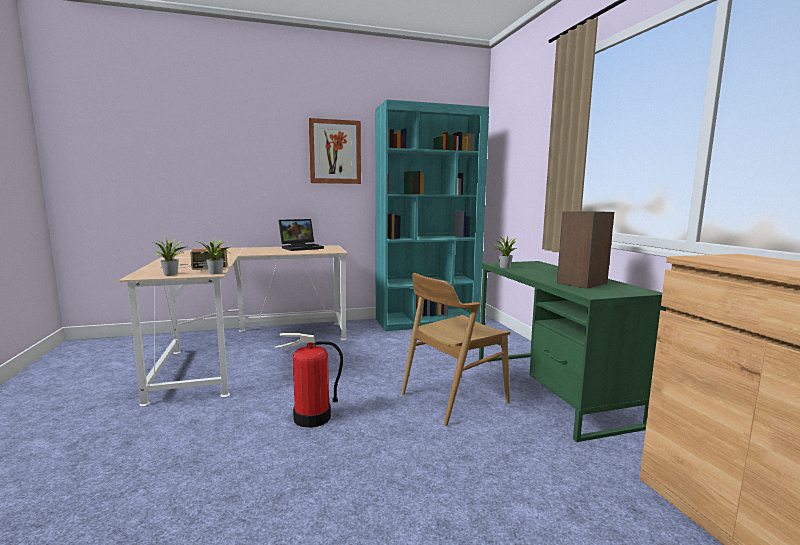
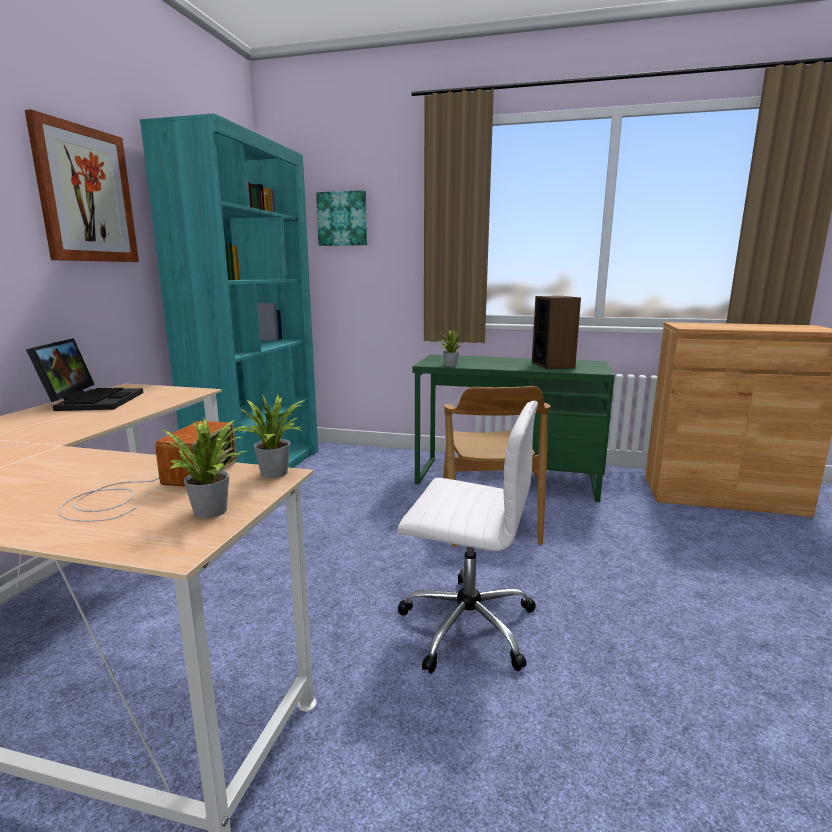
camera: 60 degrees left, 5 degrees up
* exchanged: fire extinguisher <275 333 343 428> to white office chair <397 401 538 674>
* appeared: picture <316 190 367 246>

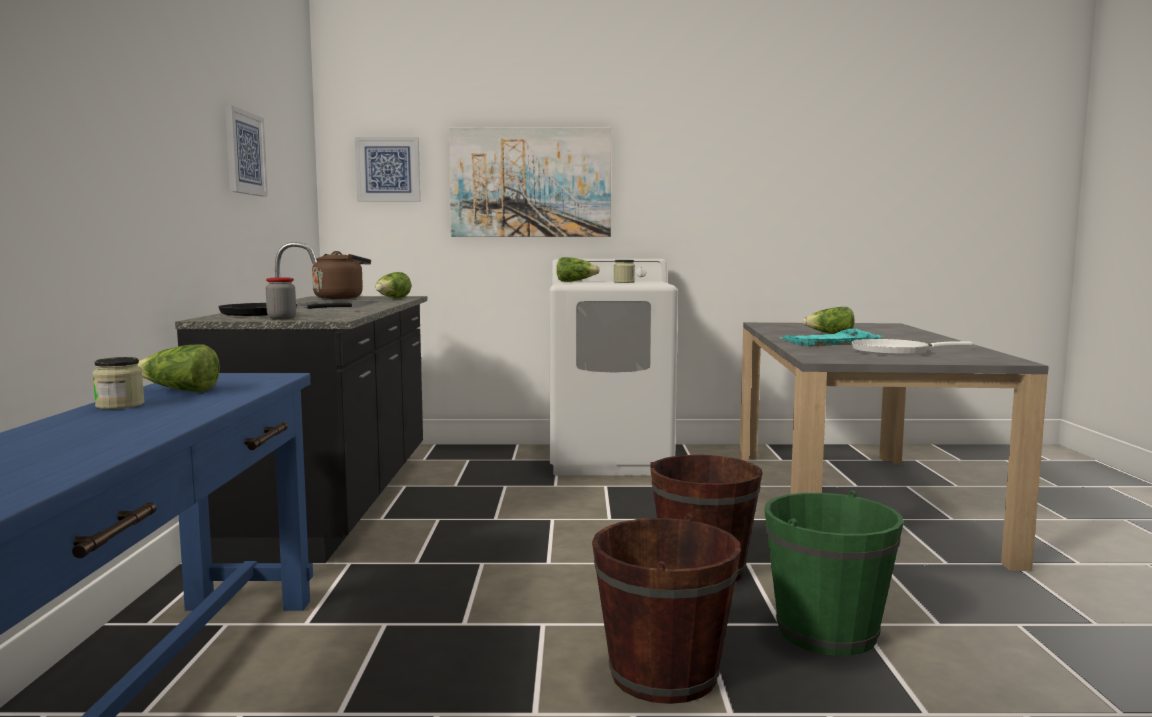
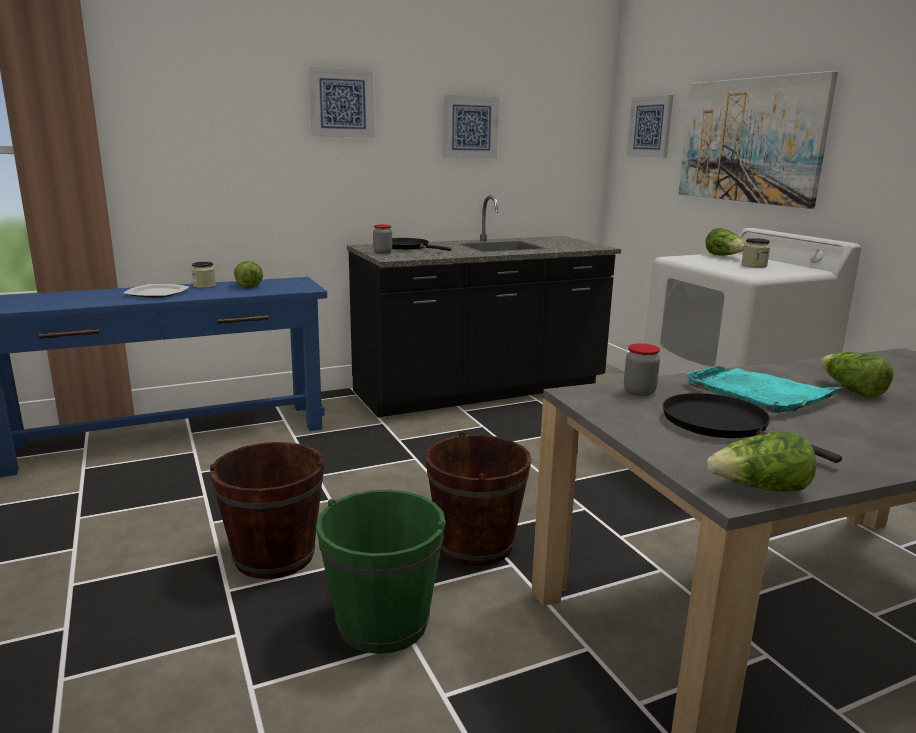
camera: 65 degrees right, 10 degrees up
* missing: brown kettle <312 251 371 299>
* relocated: lettuce <375 272 411 298> to <707 432 816 491>
* colour: white frying pan <852 339 973 355> to black frying pan <663 393 842 463>
* appeared: picture <309 67 374 138>
* appeared: plate <123 284 189 298>
* appeared: jar <624 343 660 396>

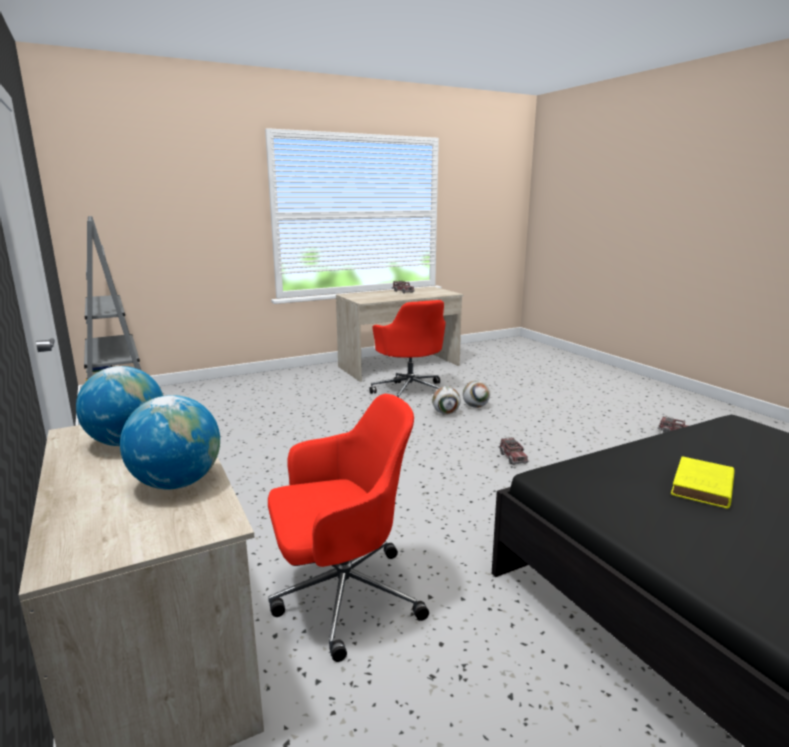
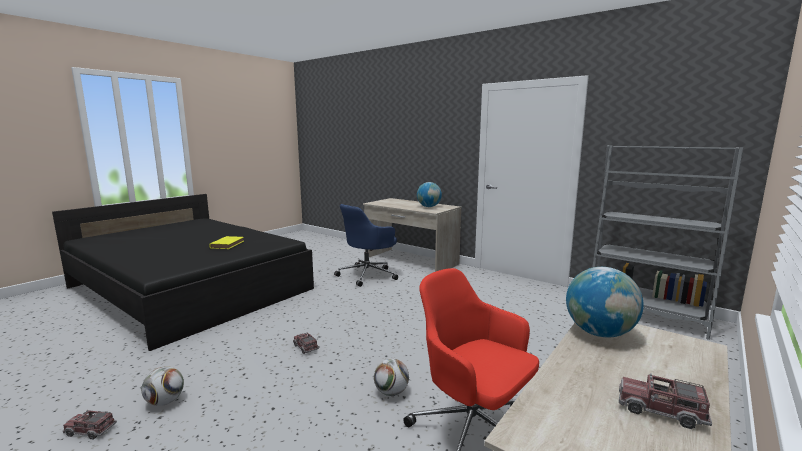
camera: 155 degrees right, 5 degrees down
* relocated: football <463 380 490 408> to <141 366 184 406>
* colour: red office chair <268 394 429 662> to blue office chair <334 204 398 287>
* relocated: globe <120 395 220 489> to <566 267 644 337>

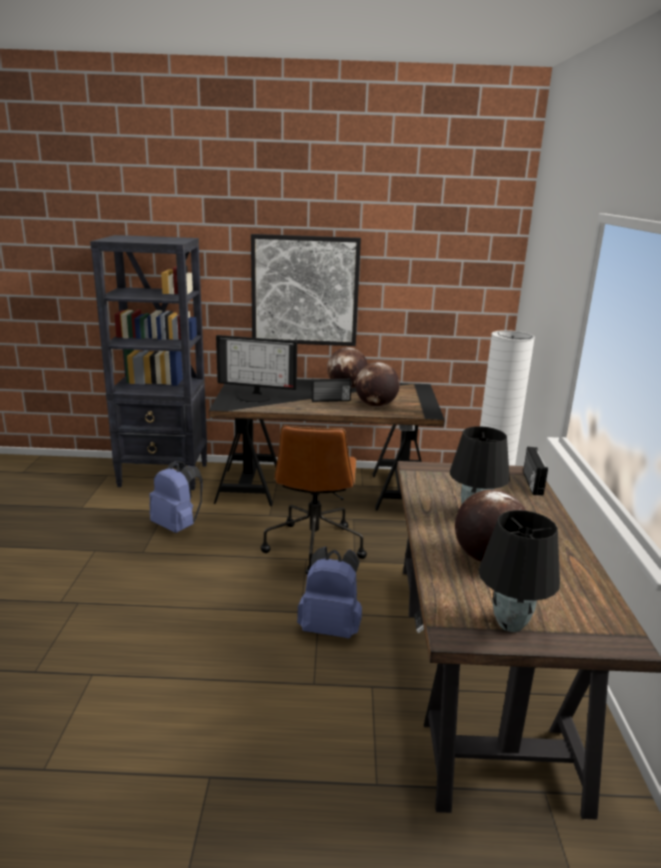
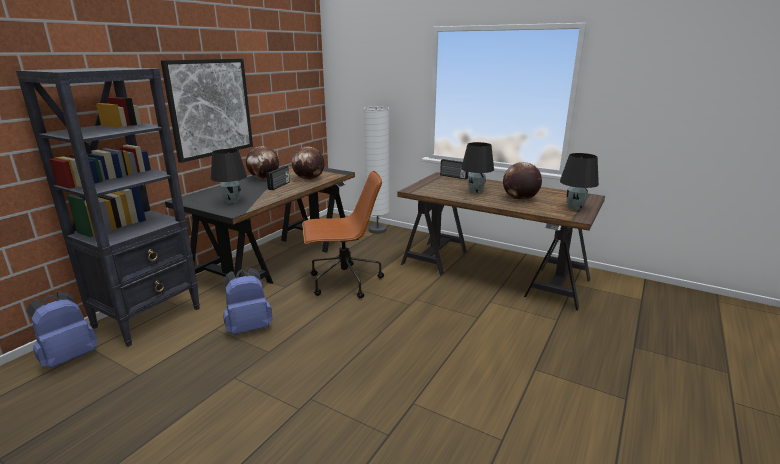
camera: 60 degrees left, 0 degrees up
* exchanged: monitor <216 335 297 403> to black table lamp <211 149 247 204>
* spun: brown office chair <261 426 367 575> = <302 171 384 298> 45 degrees counterclockwise
* relocated: blue backpack <297 546 362 638> to <26 292 98 368>

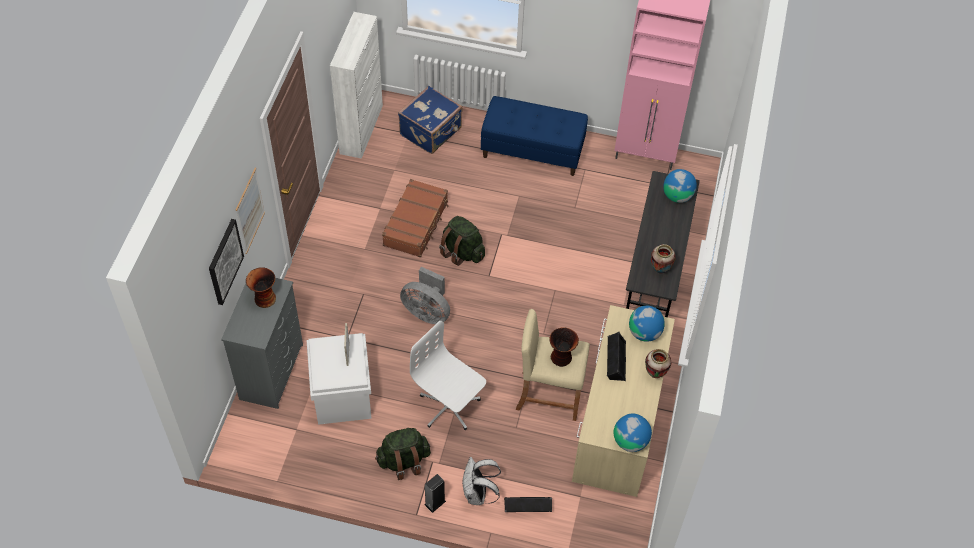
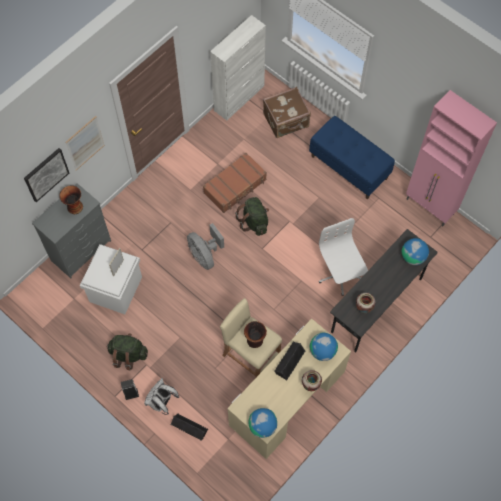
camera: 30 degrees right, 10 degrees up
* colour: blue suitcase <398 86 462 154> to brown suitcase <263 87 311 138>
* relocated: white office chair <410 321 486 430> to <319 218 368 296>

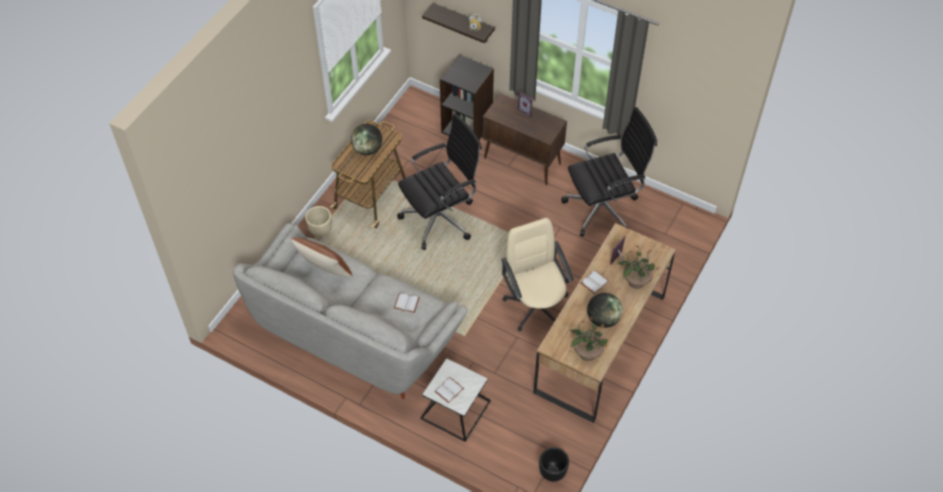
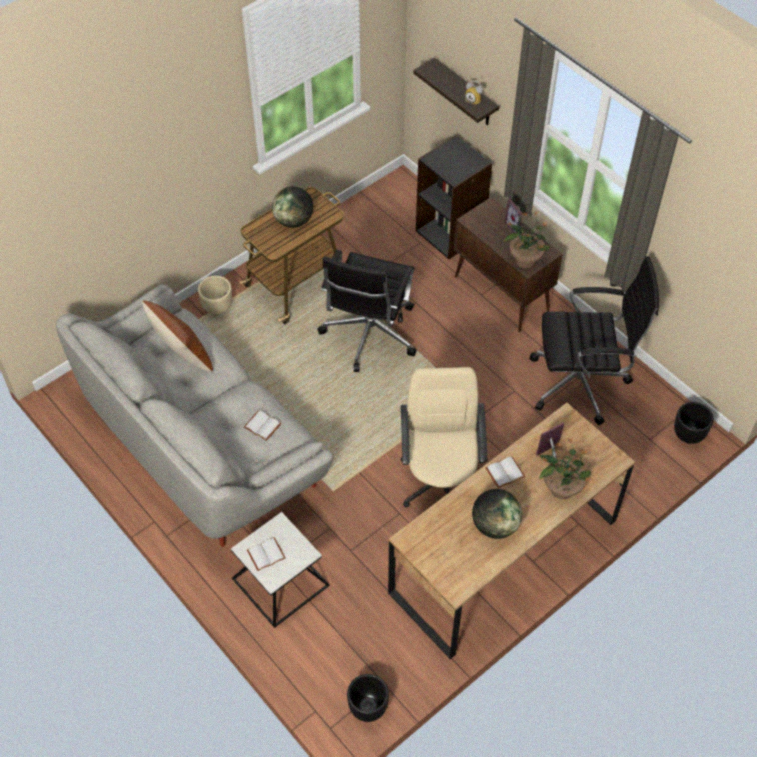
camera: 20 degrees right, 0 degrees up
* spun: black office chair <397 113 482 250> = <317 250 417 372> 120 degrees clockwise
* relocated: potted plant <570 316 609 361> to <504 211 550 268>
* appeared: black planter <674 402 714 444>

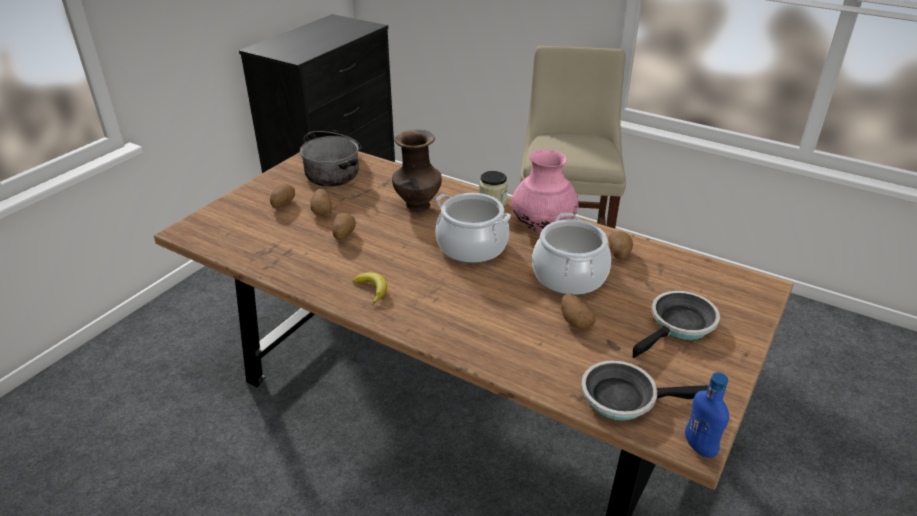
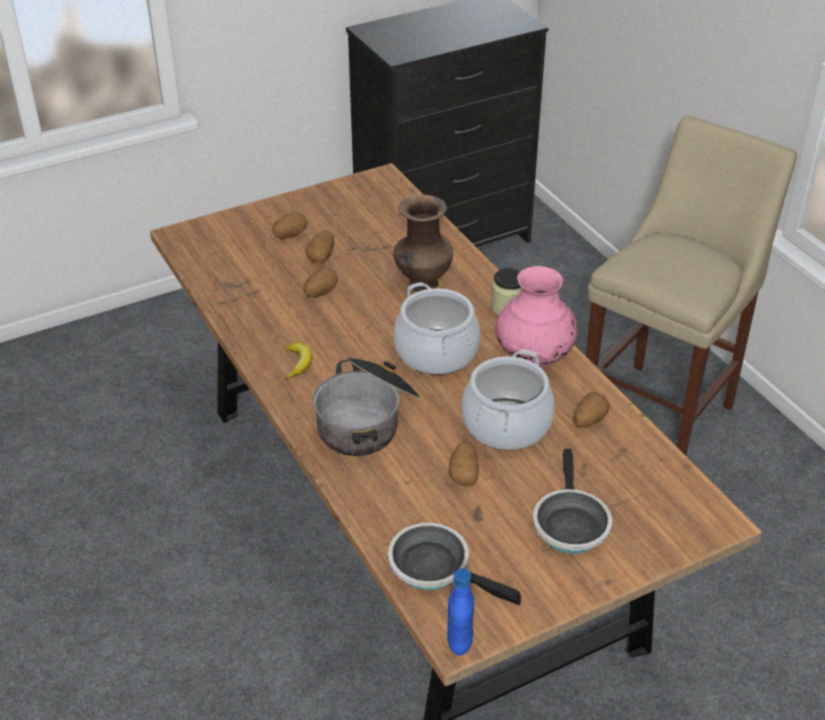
camera: 30 degrees right, 5 degrees up
* relocated: cooking pot <300 130 361 187> to <313 358 419 456>
* spun: frying pan <633 291 720 358> = <533 449 612 554> 105 degrees clockwise

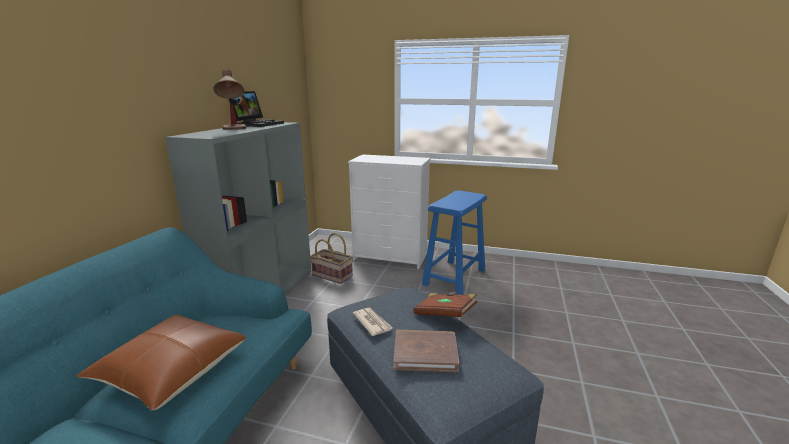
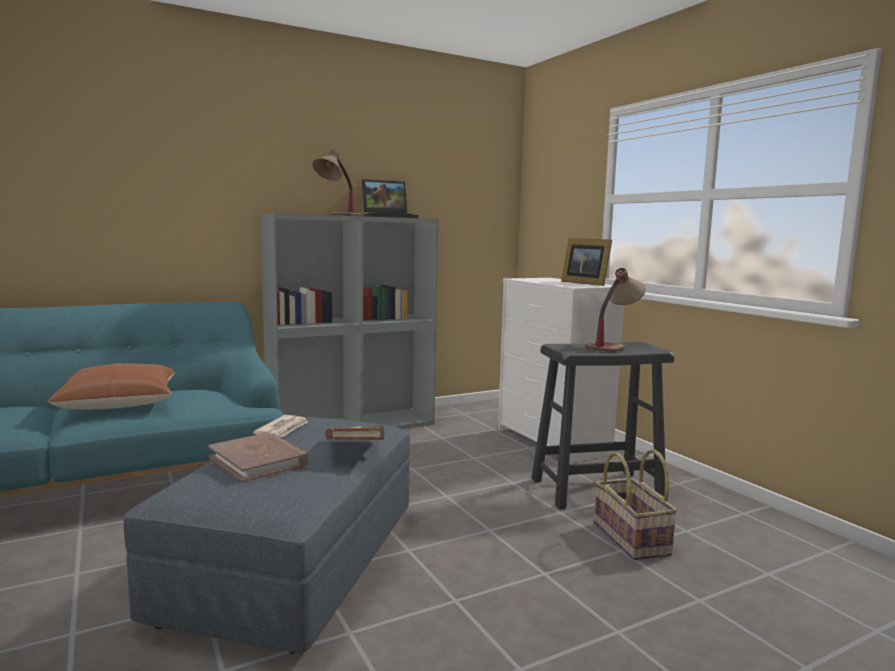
camera: 45 degrees right, 10 degrees down
* colour: blue stool <422 190 487 295> to black stool <531 342 675 510>
* relocated: basket <310 233 353 284> to <594 449 678 560>
* appeared: picture frame <561 238 612 286>
* appeared: table lamp <586 268 646 352>

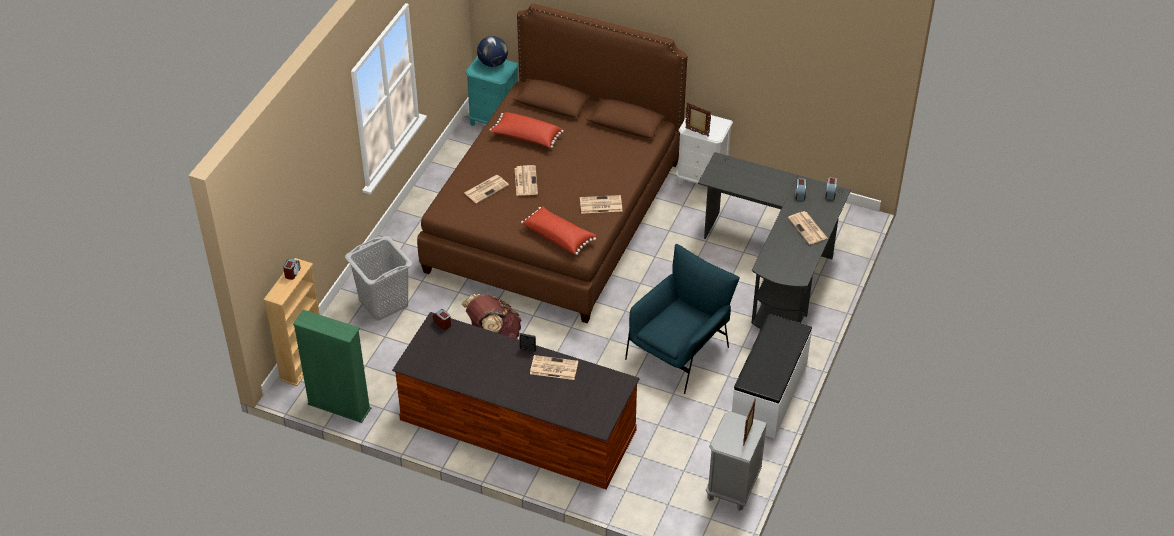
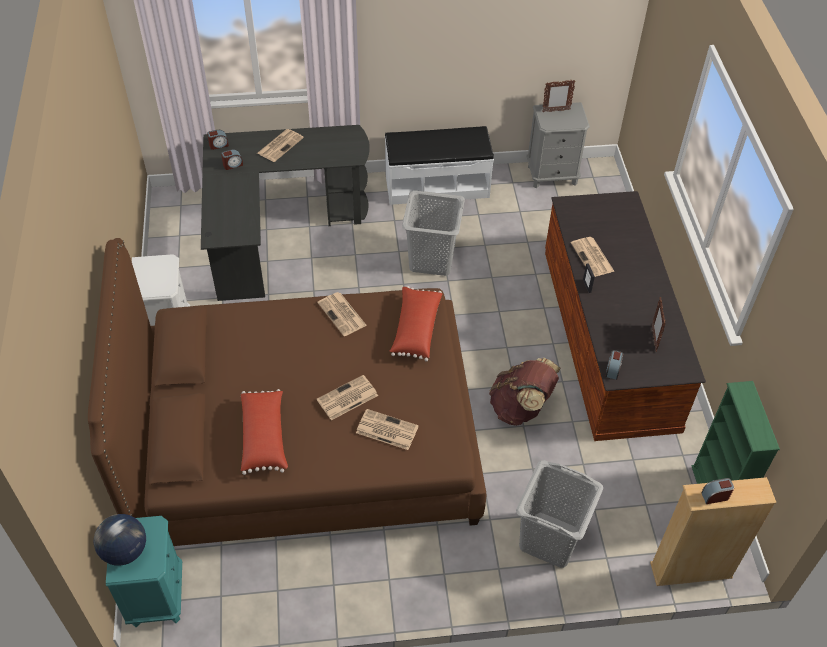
camera: 120 degrees left, 5 degrees up
* relocated: picture frame <685 103 711 137> to <652 297 666 352>
* exchanged: blue armchair <625 244 740 394> to grey laundry basket <402 190 465 276>

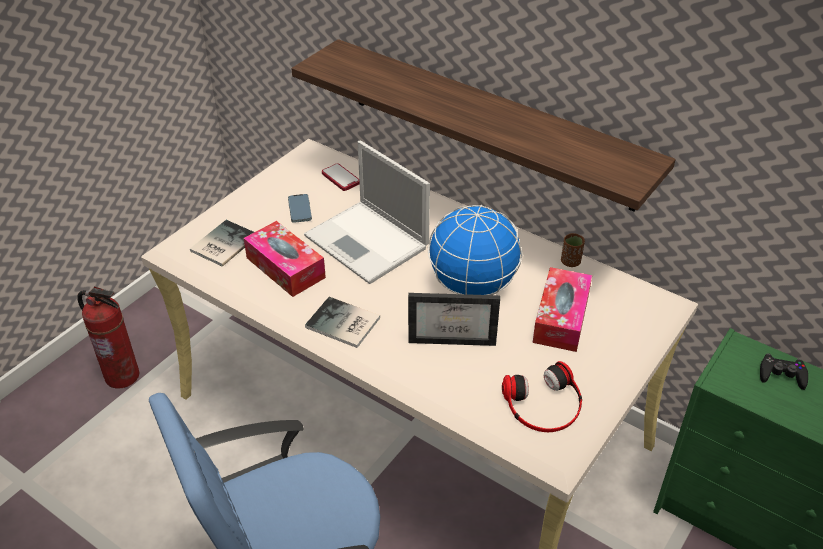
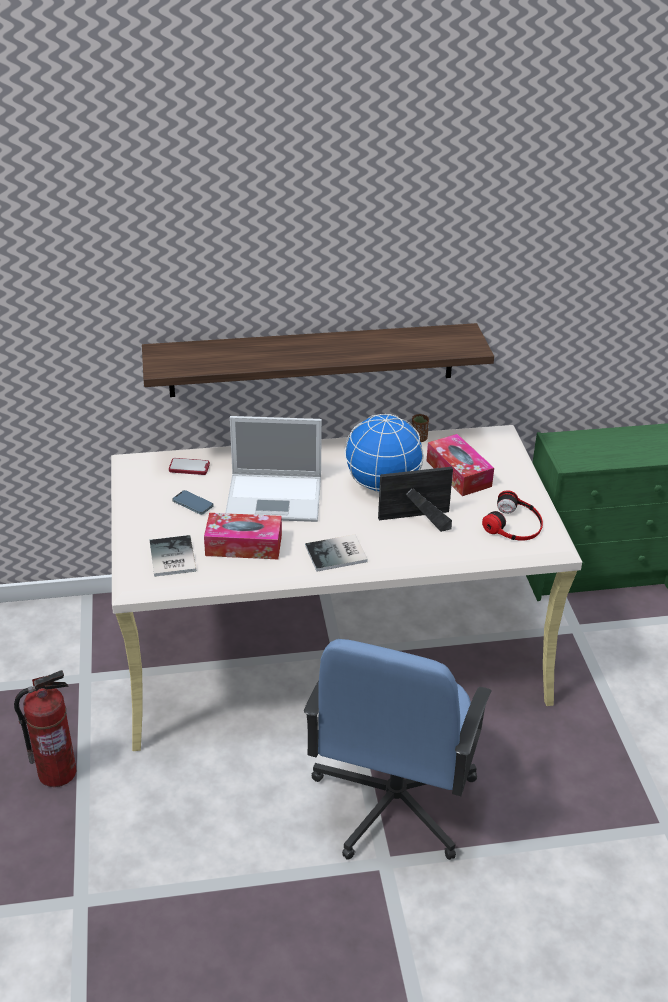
camera: 45 degrees left, 5 degrees down
* spun: picture frame <408 293 500 346> = <378 467 453 532> 150 degrees counterclockwise
* missing: black game controller <760 353 808 390>

